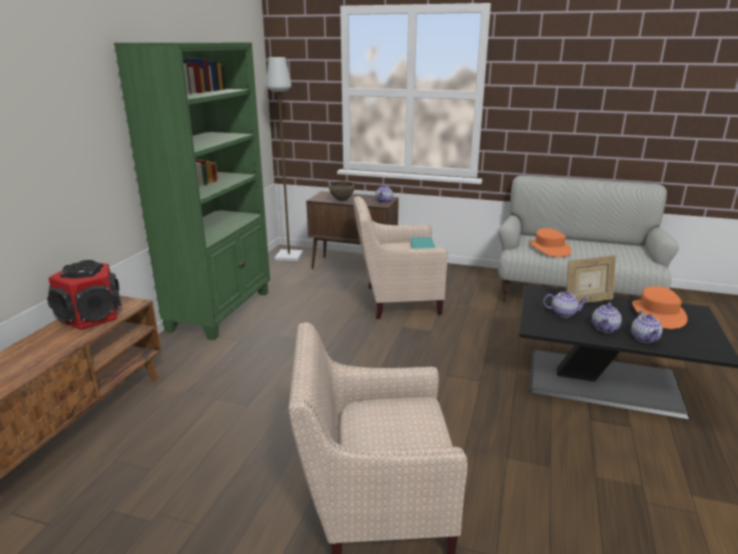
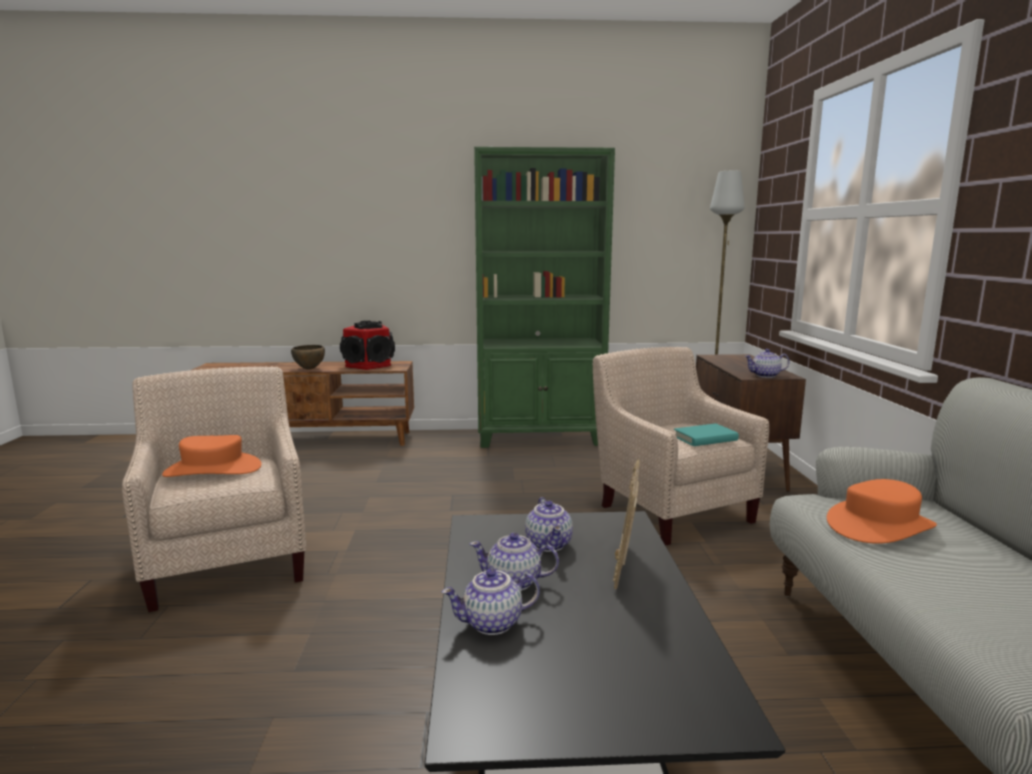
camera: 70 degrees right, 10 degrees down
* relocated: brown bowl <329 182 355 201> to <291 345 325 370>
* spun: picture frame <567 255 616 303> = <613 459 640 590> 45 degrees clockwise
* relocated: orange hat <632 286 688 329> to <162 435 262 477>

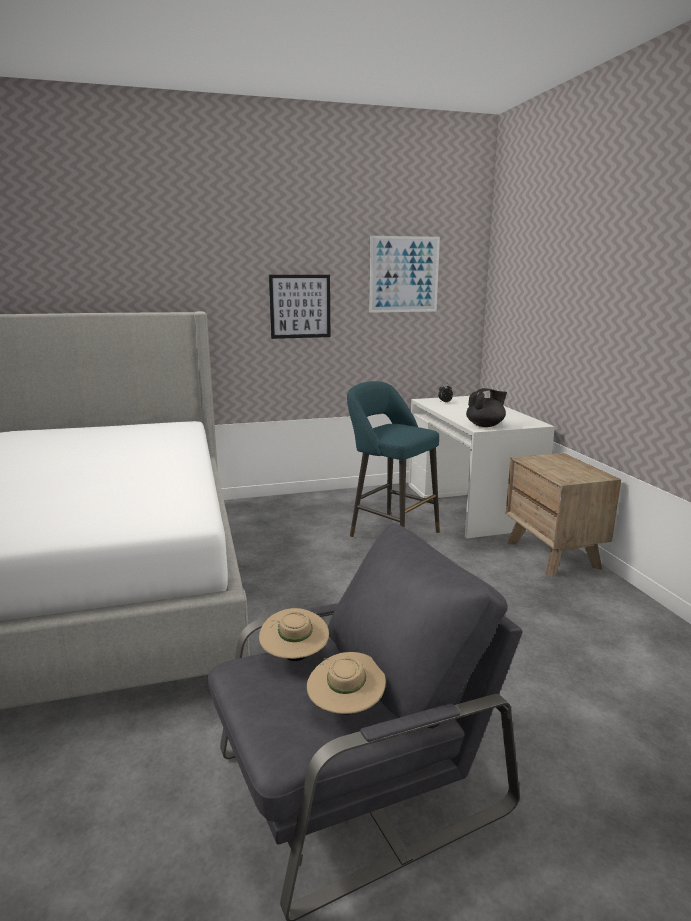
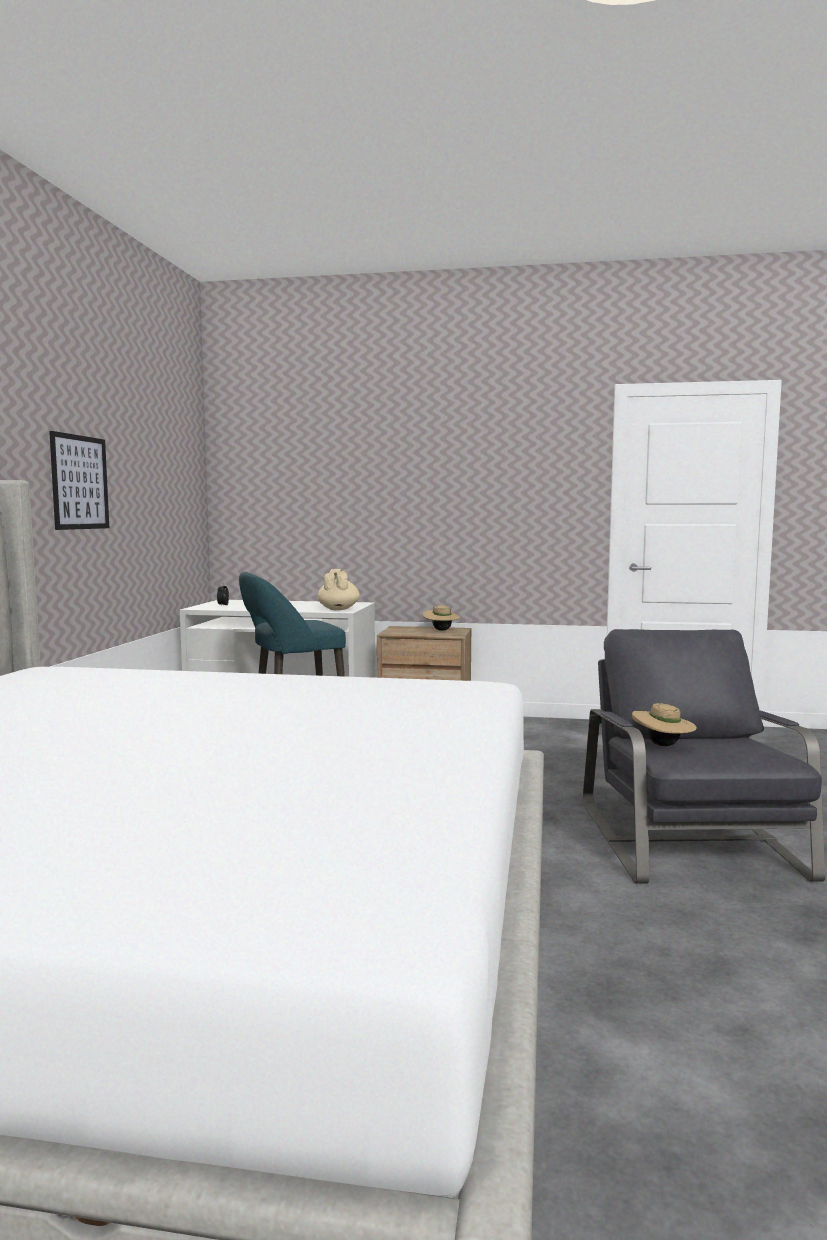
camera: 65 degrees left, 10 degrees down
* missing: picture <369 236 440 313>
* colour: black teapot <466 388 507 427> to beige teapot <318 569 360 610>
* relocated: beige hat <307 652 386 715> to <423 605 460 631>

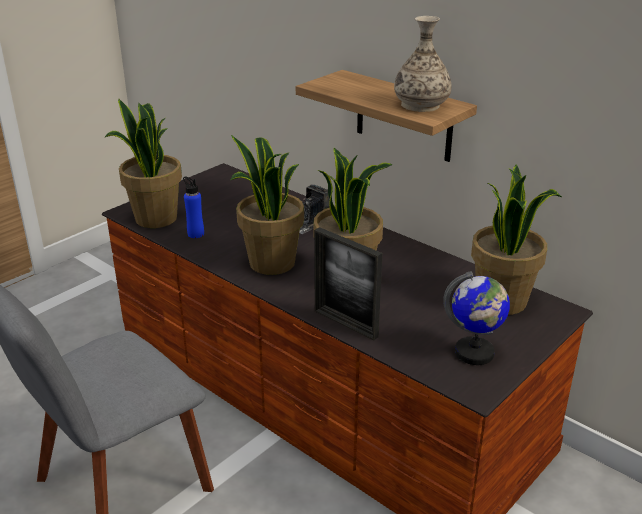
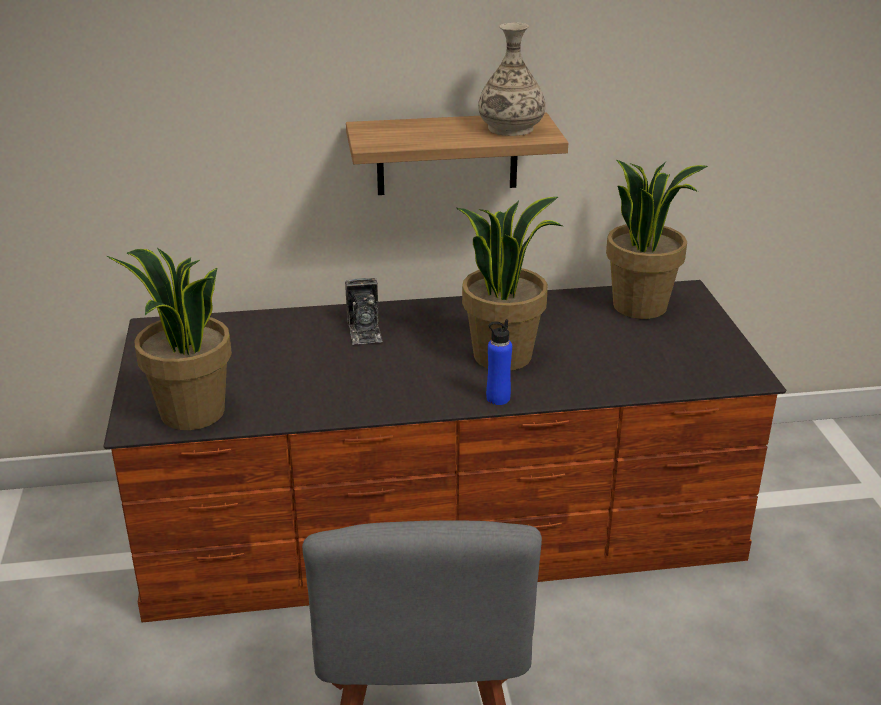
camera: 50 degrees left, 0 degrees up
* missing: potted plant <230 135 304 275>
* relocated: blue bottle <183 177 204 238> to <486 319 512 405>
* missing: picture frame <314 227 382 340>
* missing: globe <443 271 510 365>

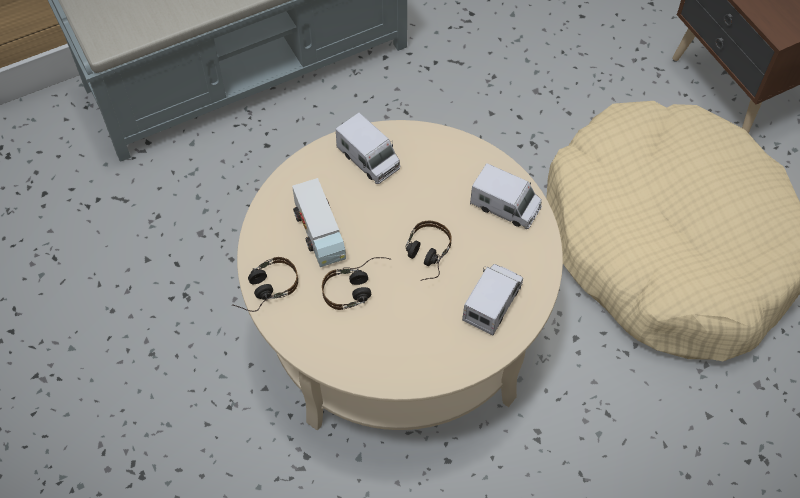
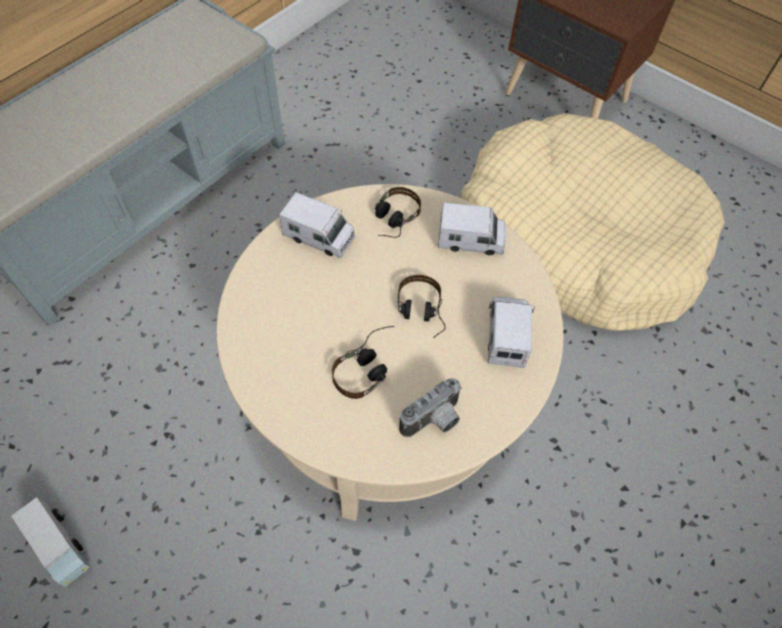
camera: 25 degrees left, 0 degrees up
* relocated: toy truck <292 178 346 267> to <11 497 91 587>
* relocated: headphones <232 257 298 312> to <375 187 421 238>
* appeared: photo camera <399 378 462 437>

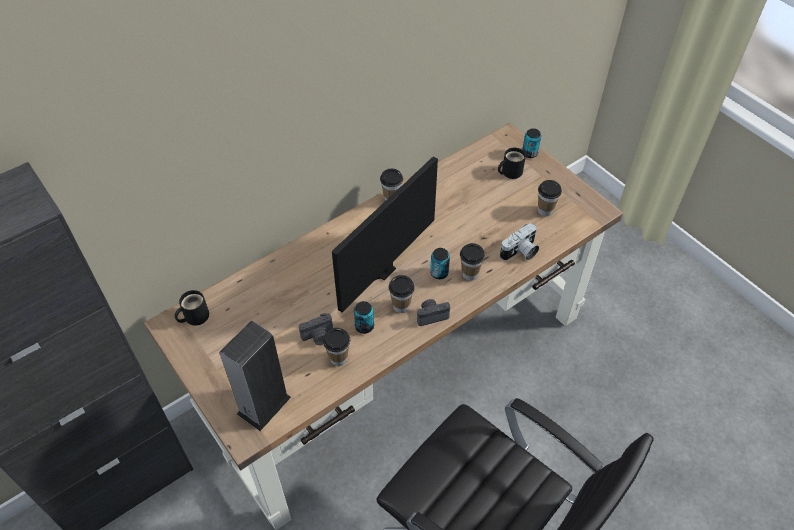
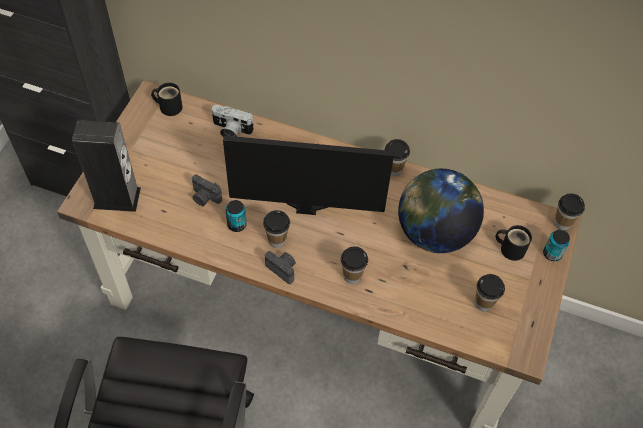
camera: 55 degrees right, 5 degrees up
* relocated: photo camera <500 223 539 261> to <211 105 254 138>
* missing: can <430 248 450 279>
* relocated: cup <323 328 350 366> to <554 193 585 231>
* appeared: globe <398 168 484 253>

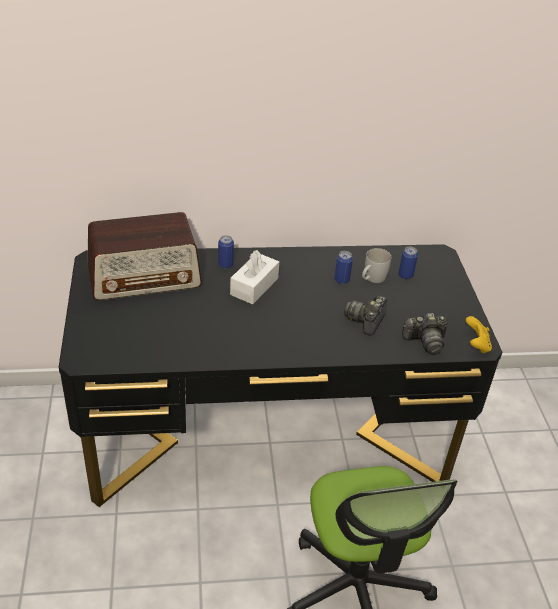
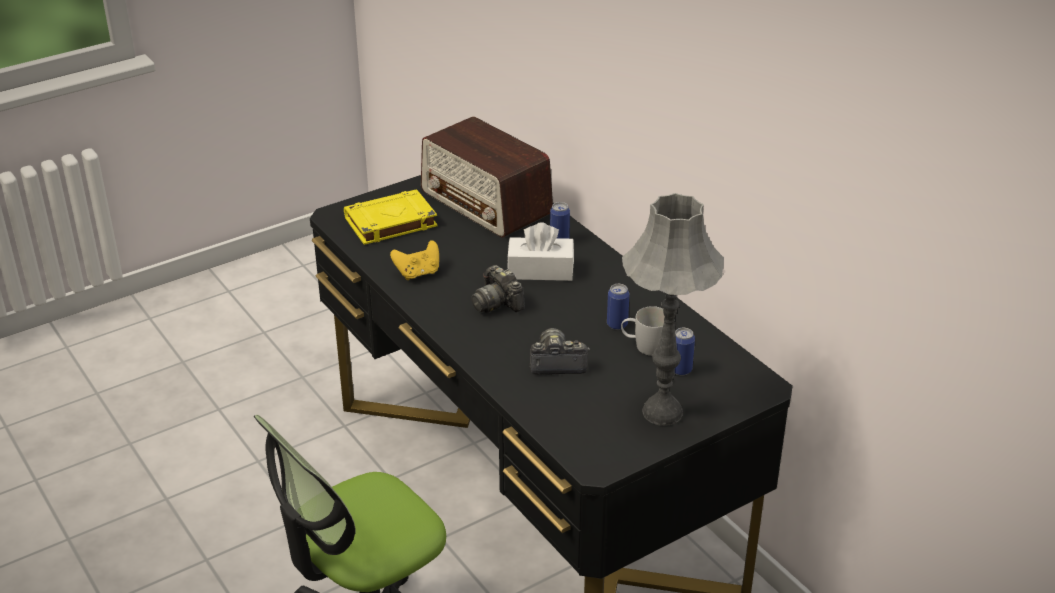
camera: 65 degrees right, 5 degrees down
* relocated: photo camera <402 313 448 355> to <471 265 525 313>
* relocated: yellow game controller <466 316 492 354> to <390 240 439 280>
* appeared: yellow book <344 189 438 245>
* appeared: grey table lamp <622 193 724 426>

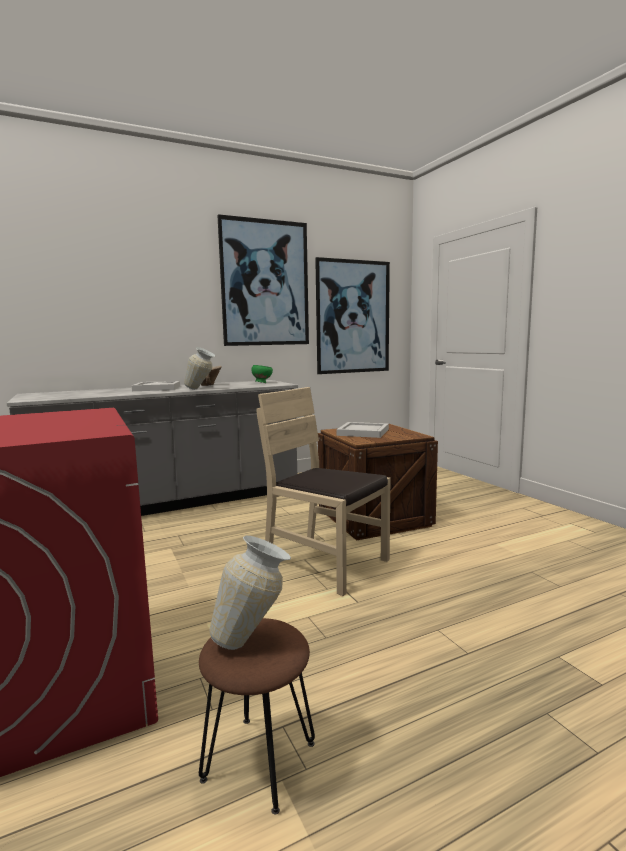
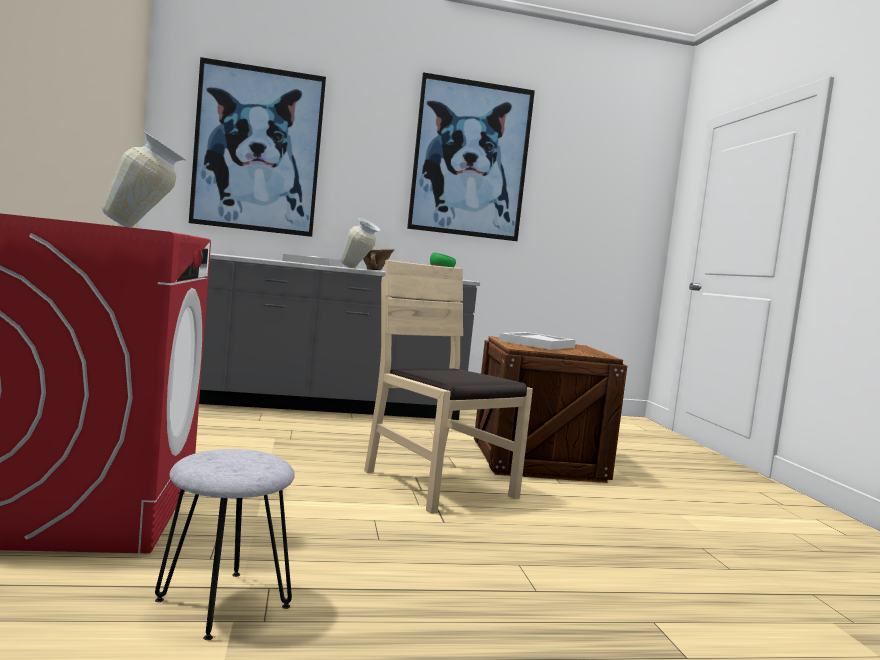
camera: 15 degrees right, 5 degrees down
* relocated: picture <315 257 390 374> to <189 57 326 237>
* relocated: vase <210 536 291 650> to <102 132 187 227>
* colour: brown stool <199 618 315 815> to grey stool <155 449 295 640>

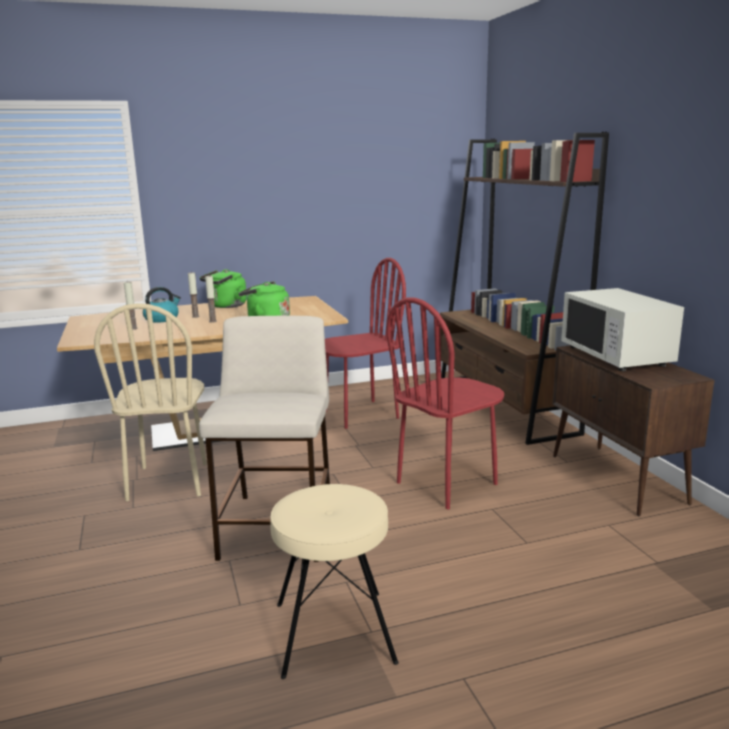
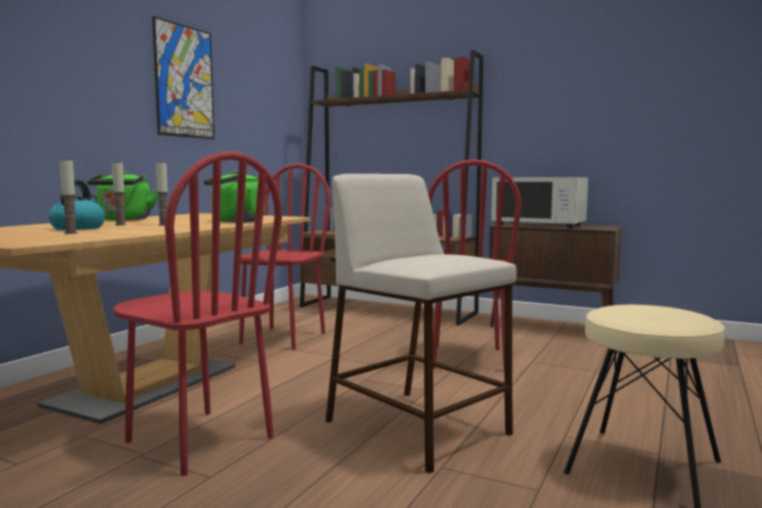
camera: 45 degrees left, 10 degrees down
* colour: beige chair <94 303 207 501> to red chair <113 151 282 476>
* appeared: picture <152 16 215 139>

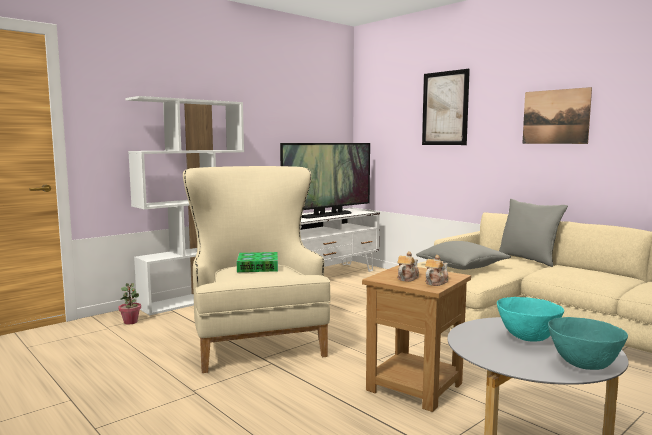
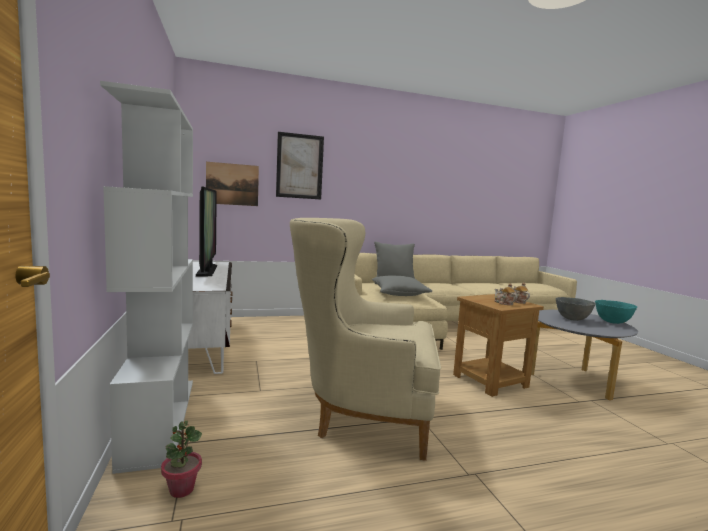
camera: 65 degrees left, 0 degrees up
* relocated: picture <522 87 592 144> to <206 162 259 206>
* missing: book <237 252 278 272>
* colour: turquoise bowl <497 297 564 342> to grey bowl <556 297 596 321>

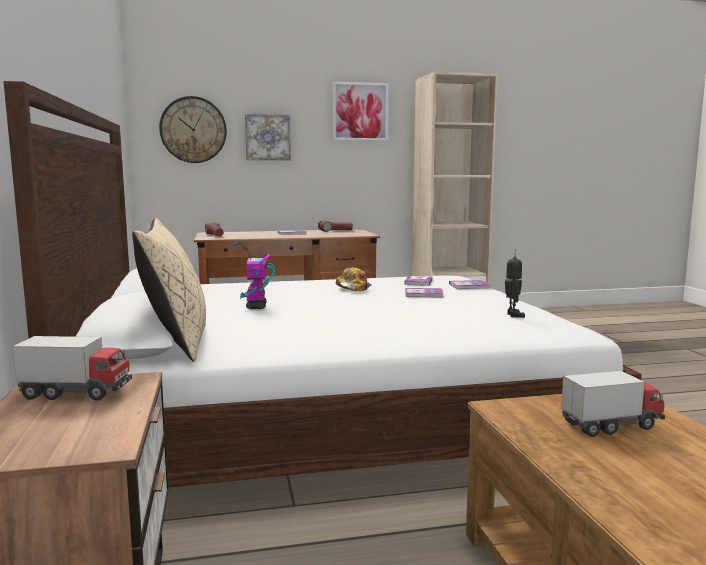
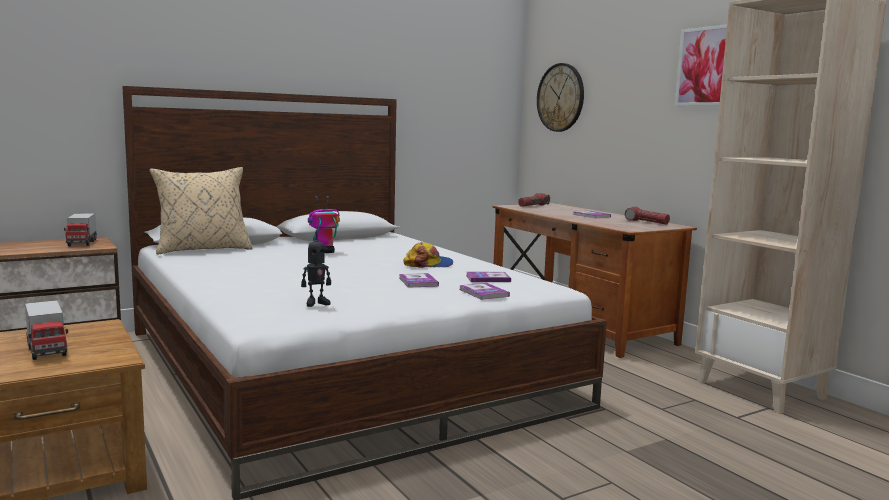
camera: 70 degrees right, 0 degrees up
* missing: picture <245 114 291 160>

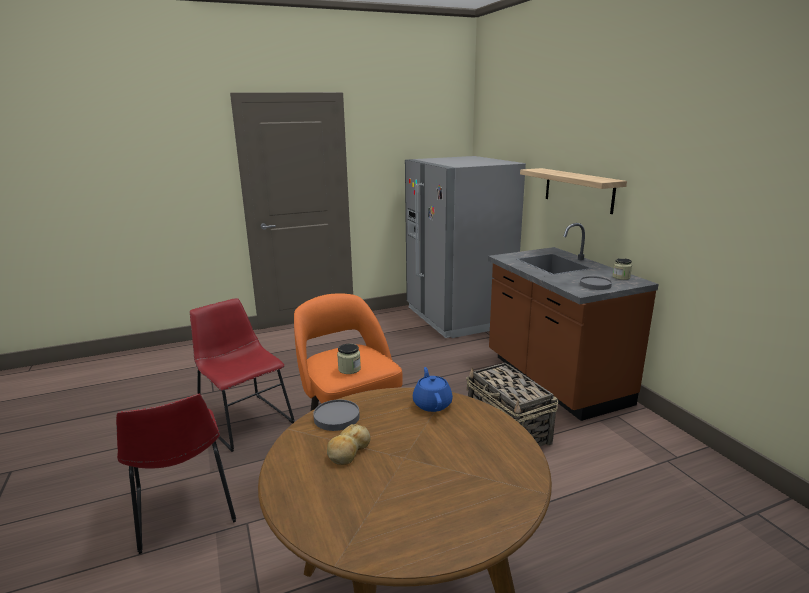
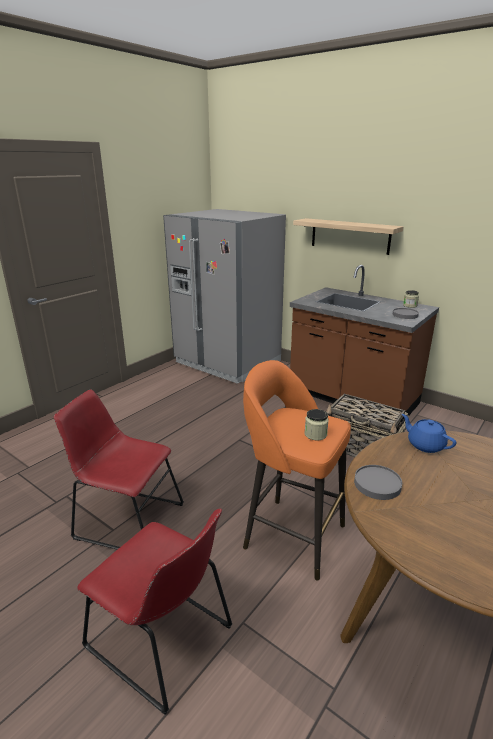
camera: 30 degrees left, 5 degrees up
* missing: bread <327 424 371 465>

